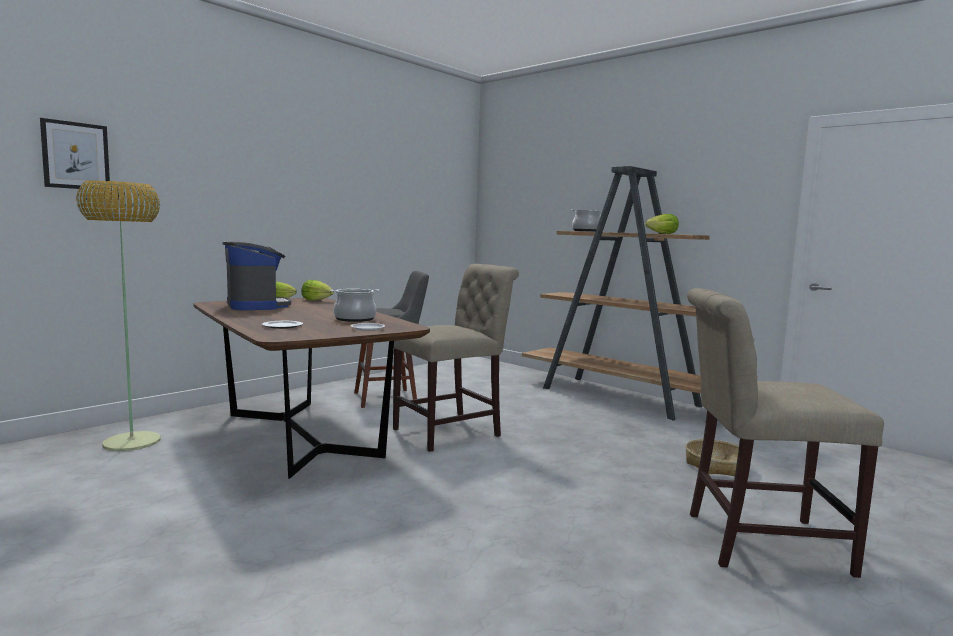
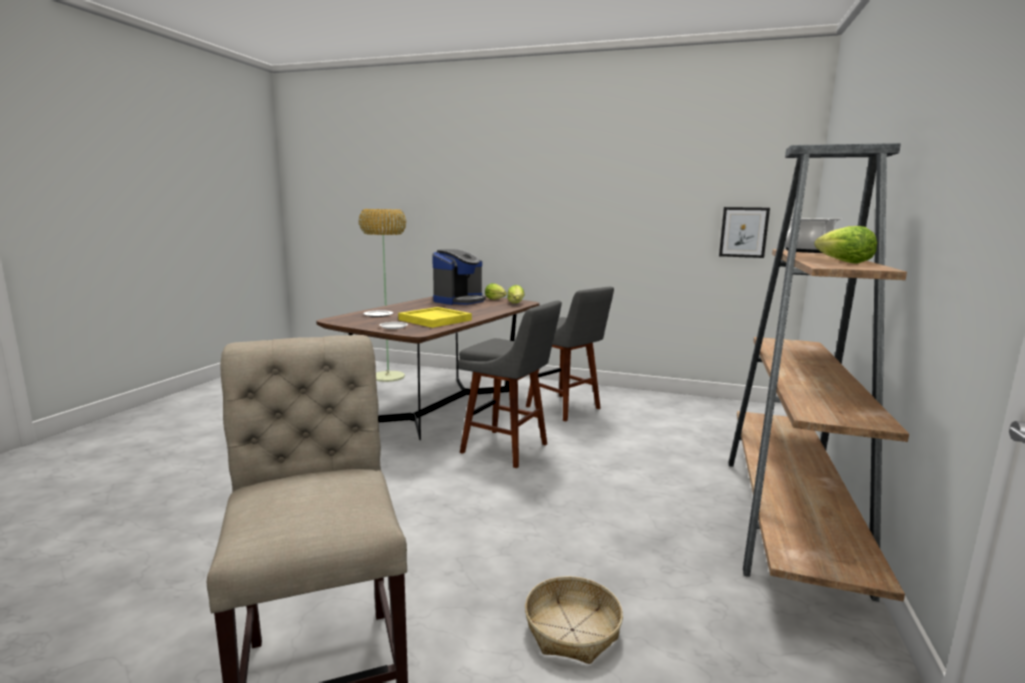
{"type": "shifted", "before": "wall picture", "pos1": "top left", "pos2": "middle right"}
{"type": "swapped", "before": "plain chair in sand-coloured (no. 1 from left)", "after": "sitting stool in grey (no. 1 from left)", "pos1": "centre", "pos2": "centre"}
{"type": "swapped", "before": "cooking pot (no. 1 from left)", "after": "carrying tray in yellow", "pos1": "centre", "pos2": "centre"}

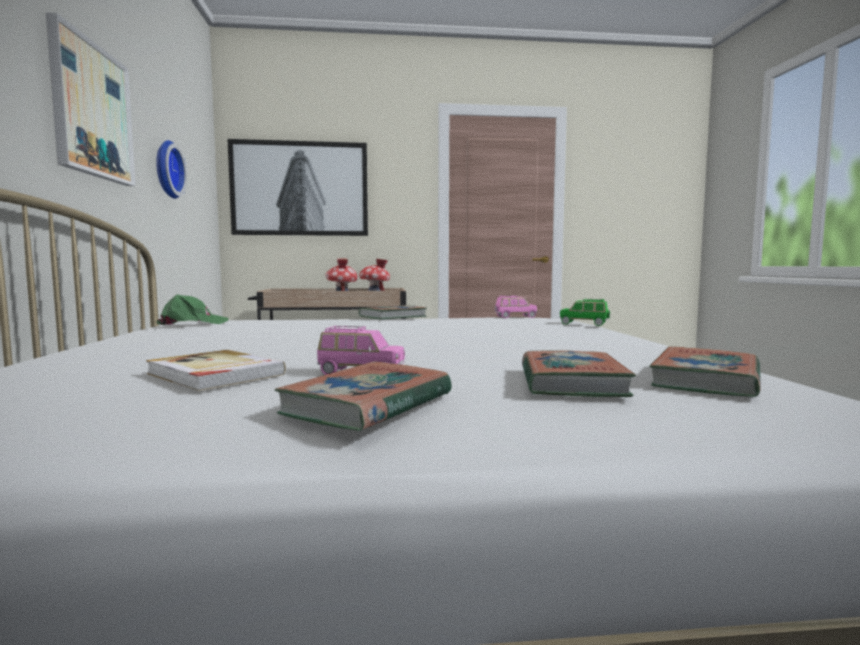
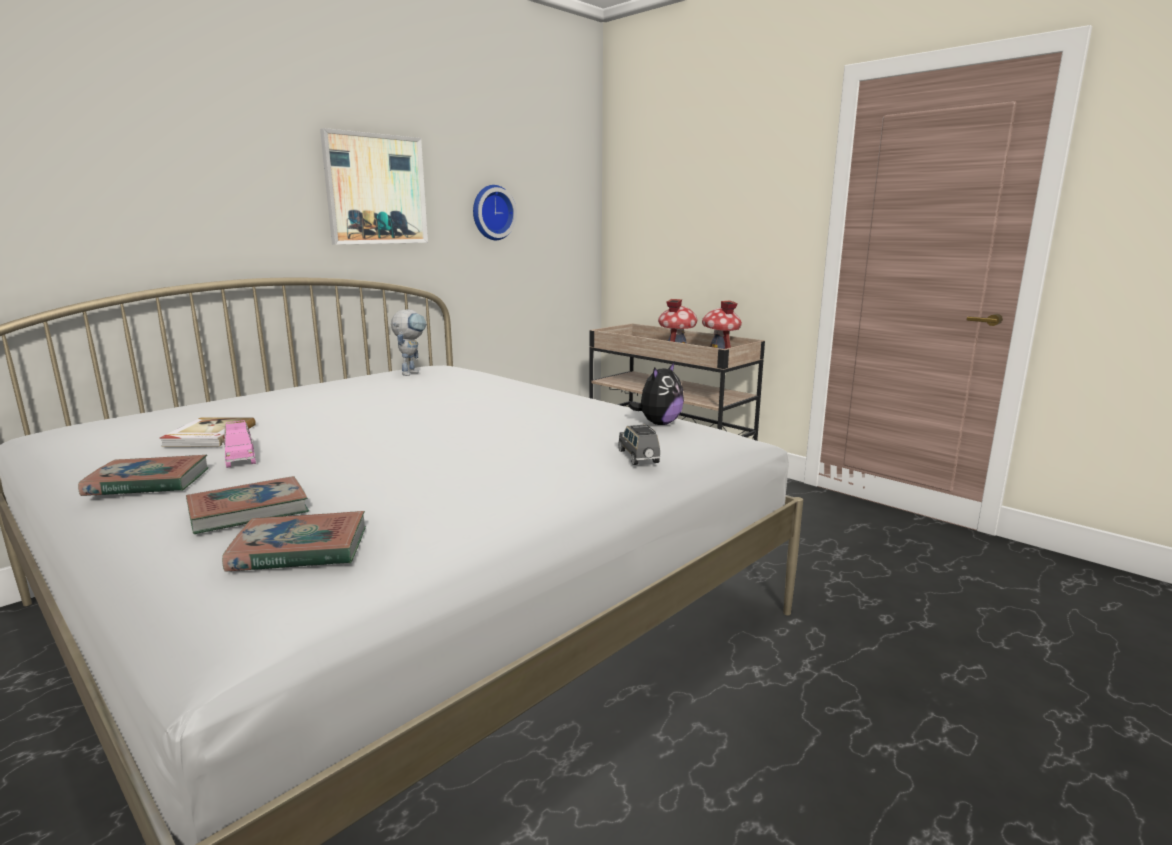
{"type": "gone", "before": "wall picture (no. 2 from left)", "pos1": "top centre"}
{"type": "swapped", "before": "baseball cap in greenish", "after": "robot figure", "pos1": "middle left", "pos2": "centre"}
{"type": "swapped", "before": "miniature car in pink-coloured (no. 2 from left)", "after": "cuddly toy", "pos1": "centre", "pos2": "centre"}
{"type": "repainted", "before": "miniature car in greenish", "after": "miniature car in grey", "pos1": "middle right", "pos2": "centre"}
{"type": "gone", "before": "volume (no. 3 from left)", "pos1": "centre"}

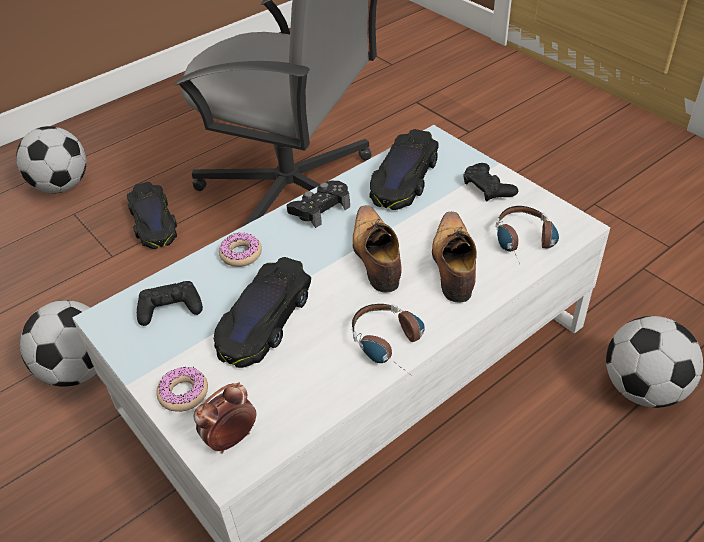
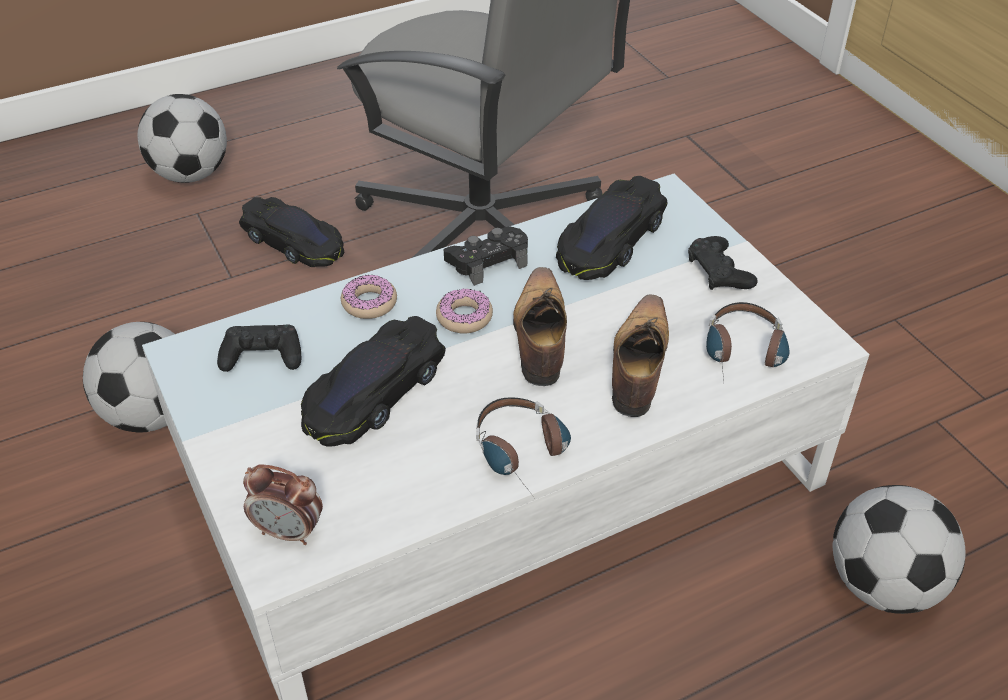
{"type": "rotated", "before": "miniature car in black-coloured (no. 1 from left)", "pos1": "middle left", "pos2": "top left", "turn": -45}
{"type": "shifted", "before": "donut (no. 1 from left in the first image)", "after": "donut (no. 2 from left)", "pos1": "bottom left", "pos2": "centre"}
{"type": "rotated", "before": "table clock", "pos1": "bottom left", "pos2": "bottom left", "turn": -135}

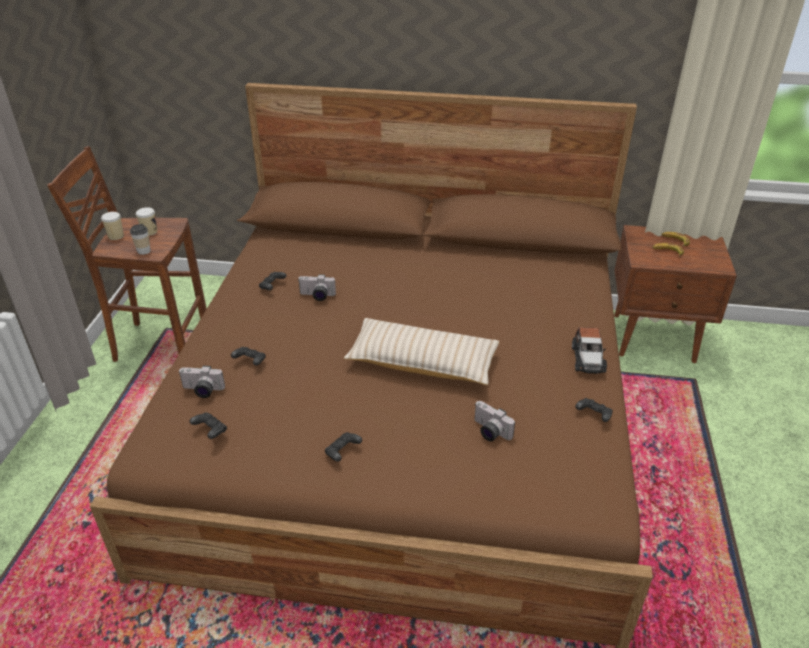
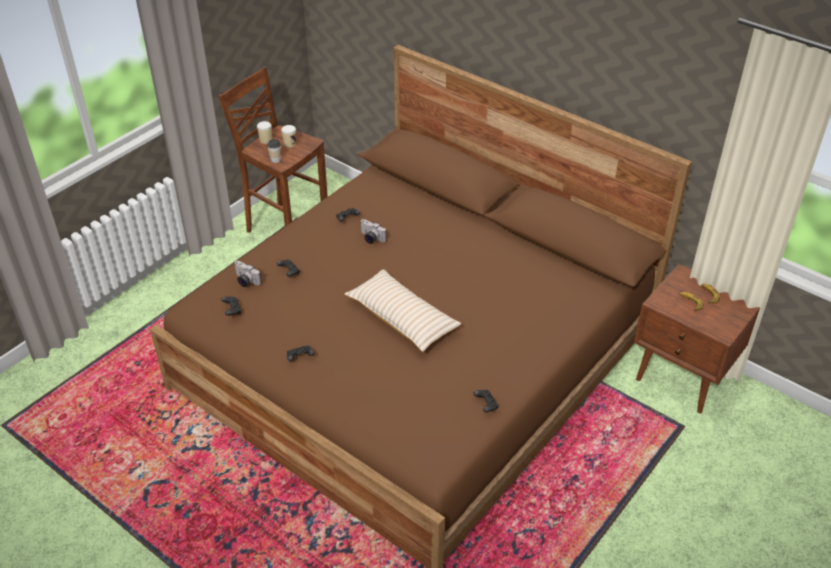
{"type": "gone", "before": "miniature car", "pos1": "middle right"}
{"type": "gone", "before": "still camera (no. 3 from left)", "pos1": "centre"}

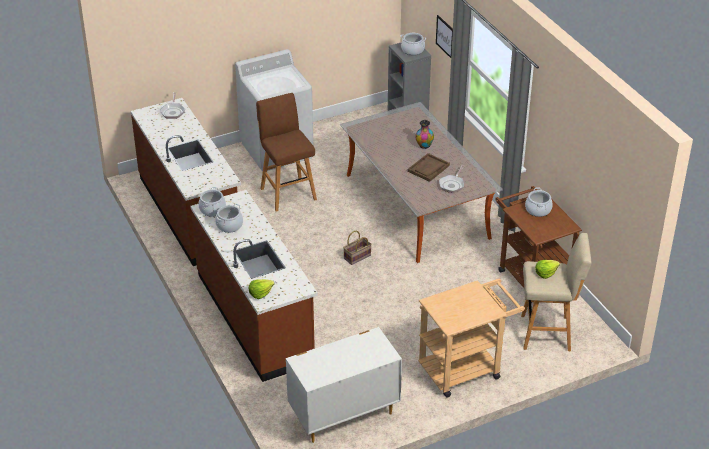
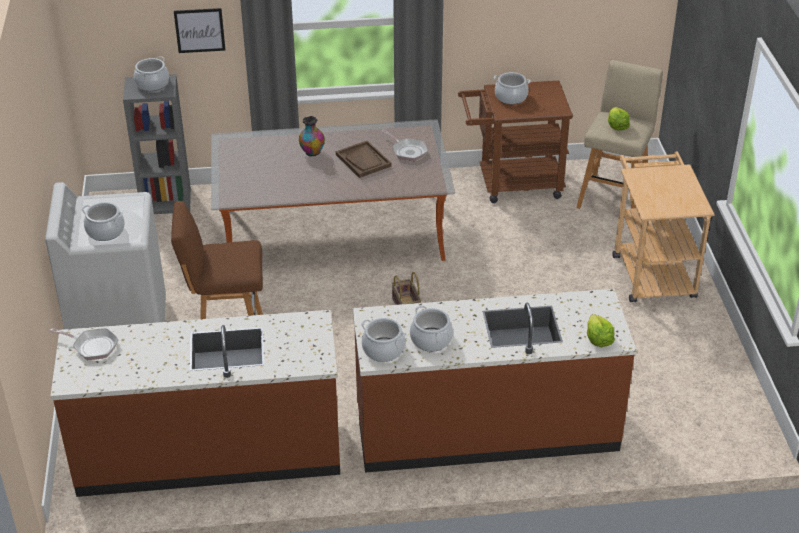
{"type": "gone", "before": "drawer chest in white", "pos1": "bottom centre"}
{"type": "new", "after": "cooking pot (no. 1 from left)", "pos2": "middle left"}

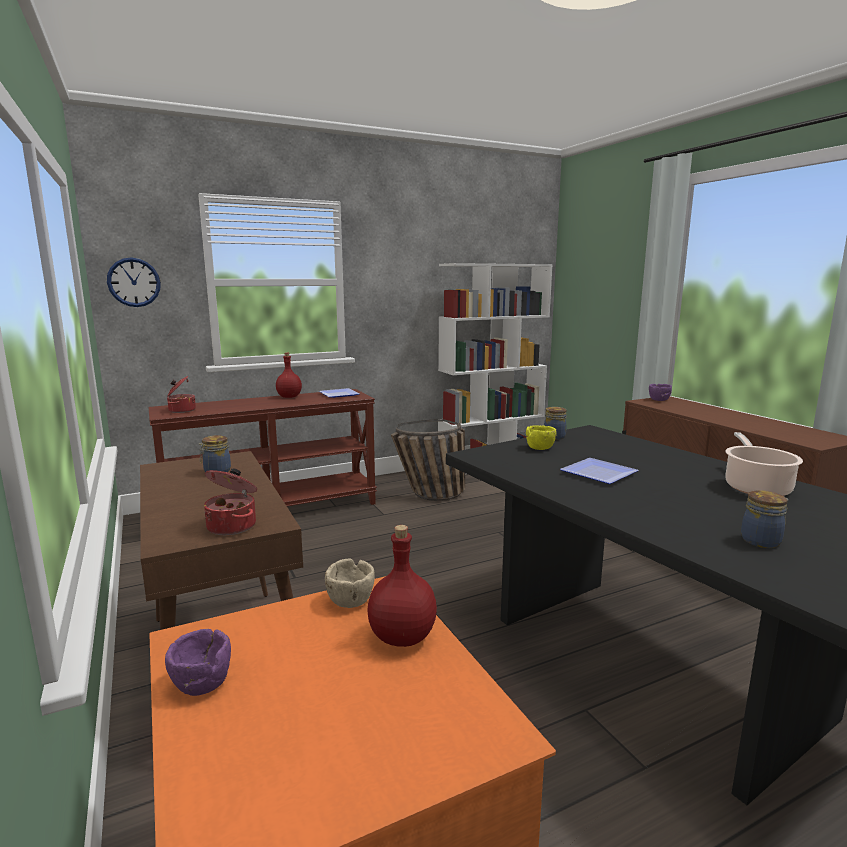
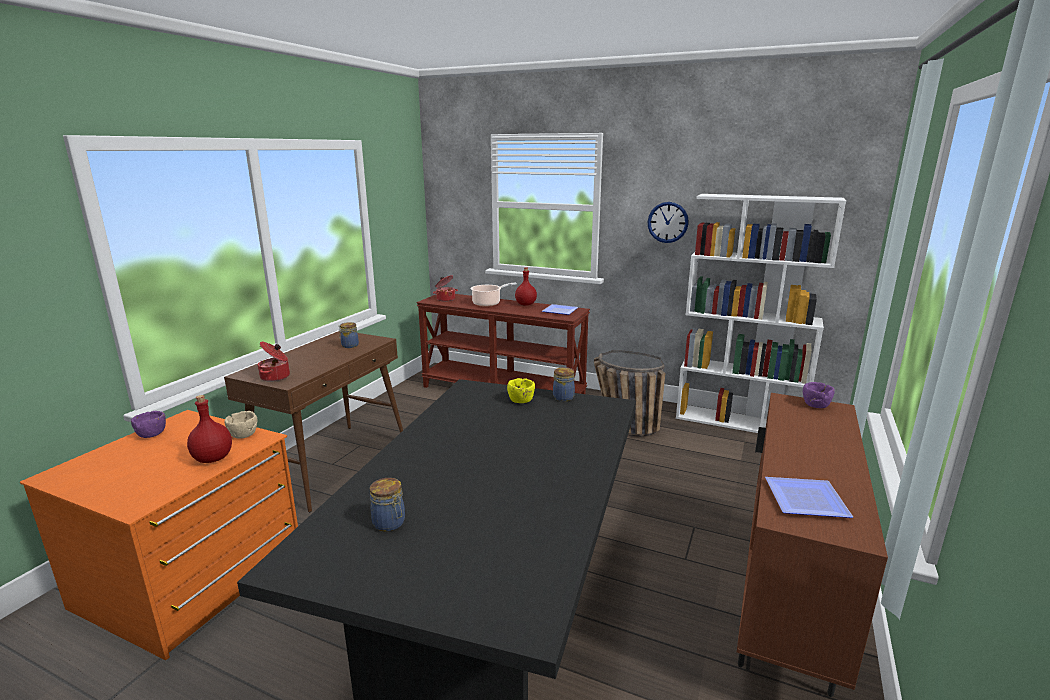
{"type": "shifted", "before": "wall clock", "pos1": "top left", "pos2": "top centre"}
{"type": "shifted", "before": "cooking pot (no. 3 from left)", "pos1": "middle right", "pos2": "centre"}
{"type": "shifted", "before": "plate (no. 2 from left)", "pos1": "middle right", "pos2": "bottom right"}

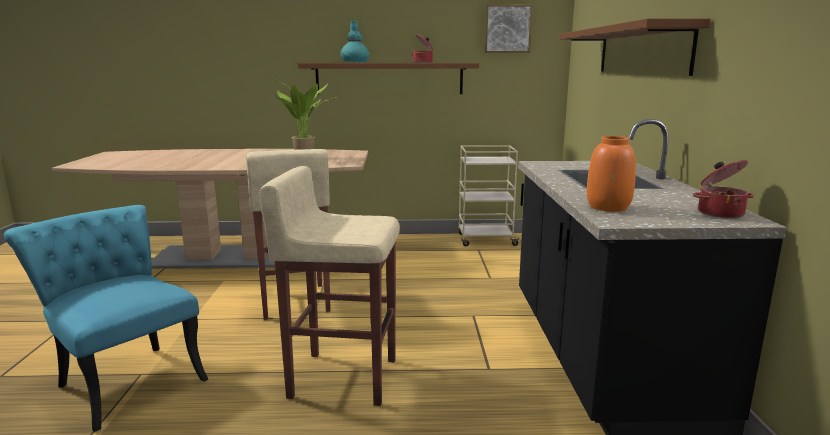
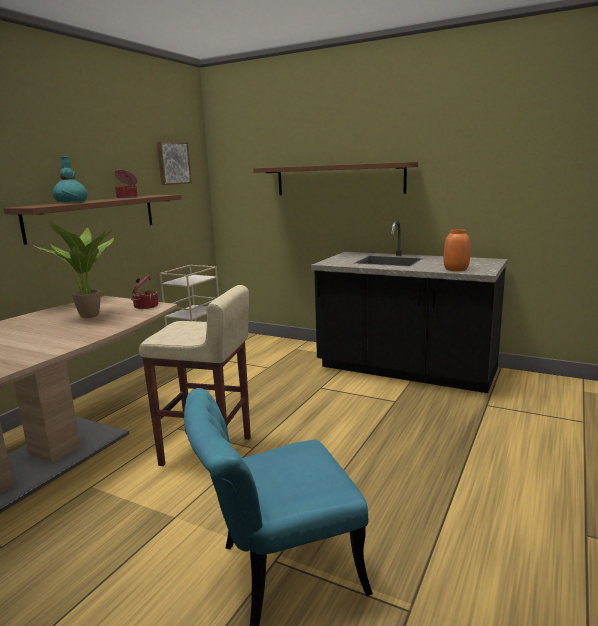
{"type": "shifted", "before": "cooking pot (no. 2 from left)", "pos1": "middle right", "pos2": "middle left"}
{"type": "gone", "before": "sitting stool in sand-coloured (no. 2 from left)", "pos1": "centre"}

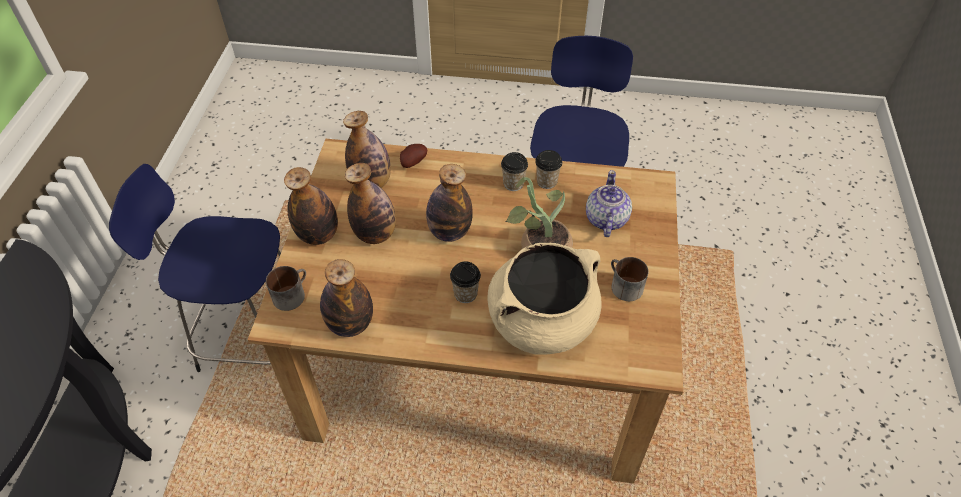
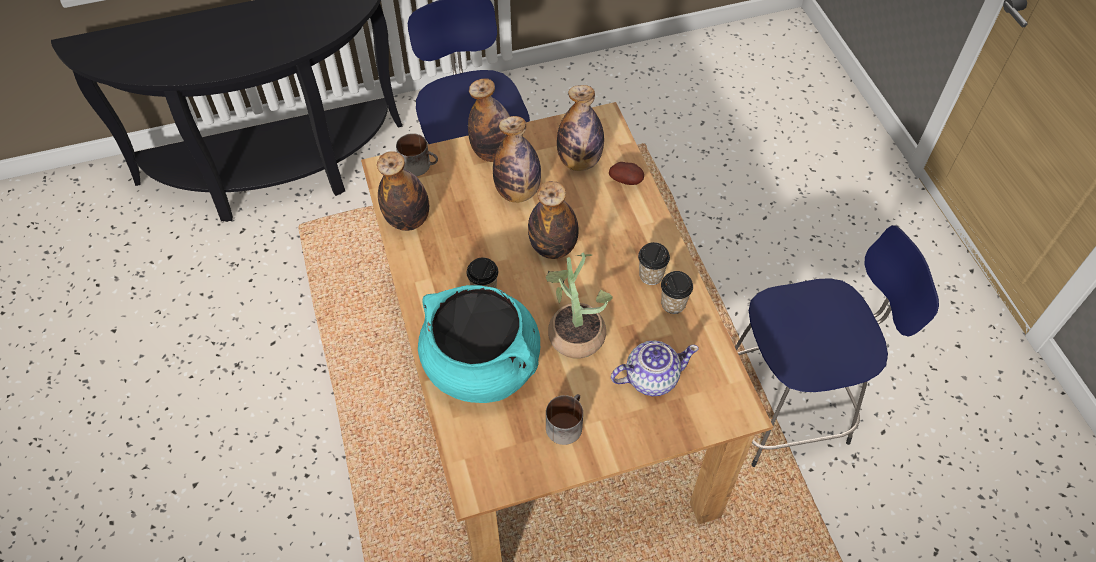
{"type": "repainted", "before": "cooking pot in sand-coloured", "after": "cooking pot in turquoise-coloured", "pos1": "centre", "pos2": "centre"}

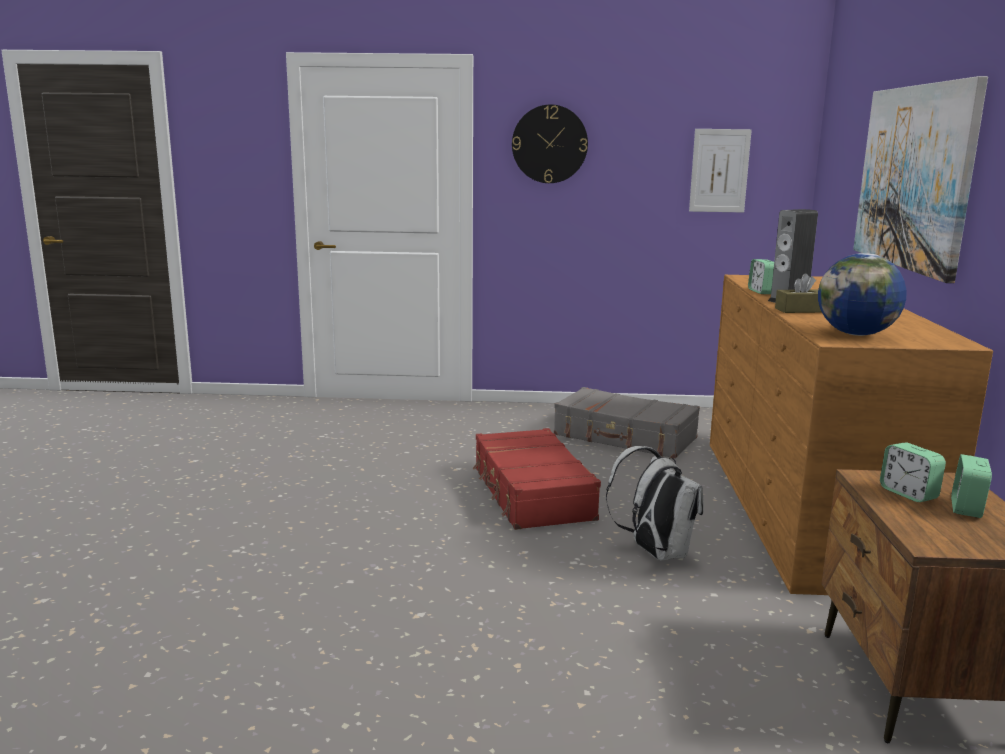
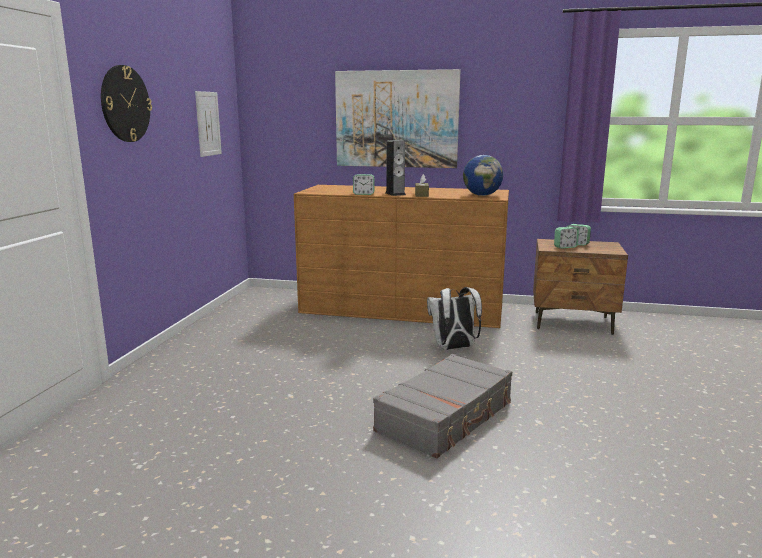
{"type": "shifted", "before": "piece of luggage in grey", "pos1": "centre", "pos2": "bottom centre"}
{"type": "gone", "before": "piece of luggage in reddish", "pos1": "centre"}

